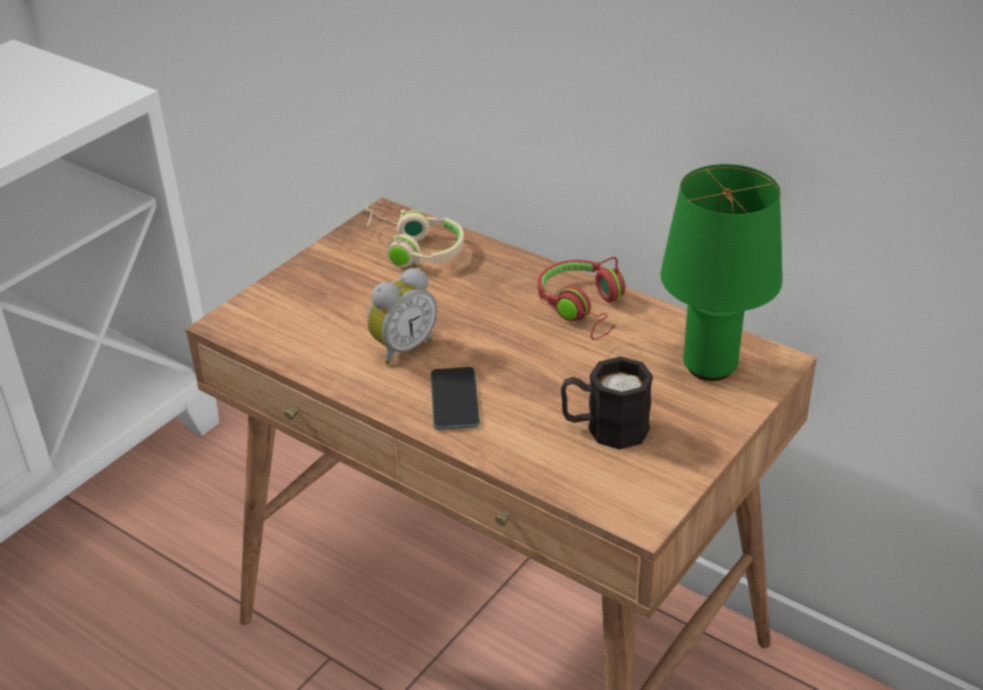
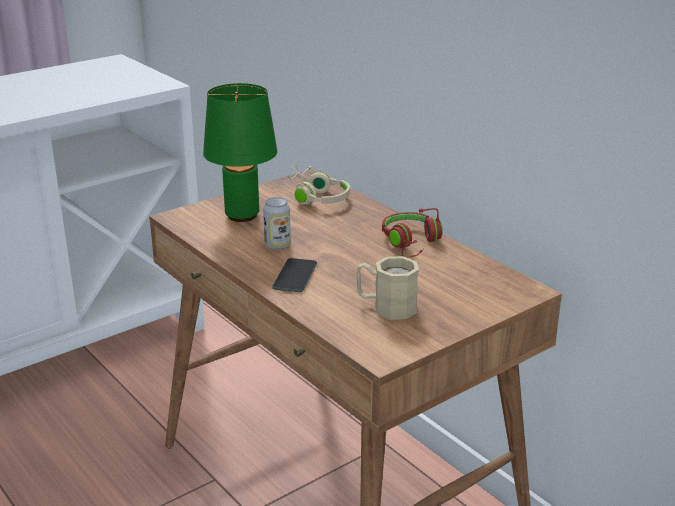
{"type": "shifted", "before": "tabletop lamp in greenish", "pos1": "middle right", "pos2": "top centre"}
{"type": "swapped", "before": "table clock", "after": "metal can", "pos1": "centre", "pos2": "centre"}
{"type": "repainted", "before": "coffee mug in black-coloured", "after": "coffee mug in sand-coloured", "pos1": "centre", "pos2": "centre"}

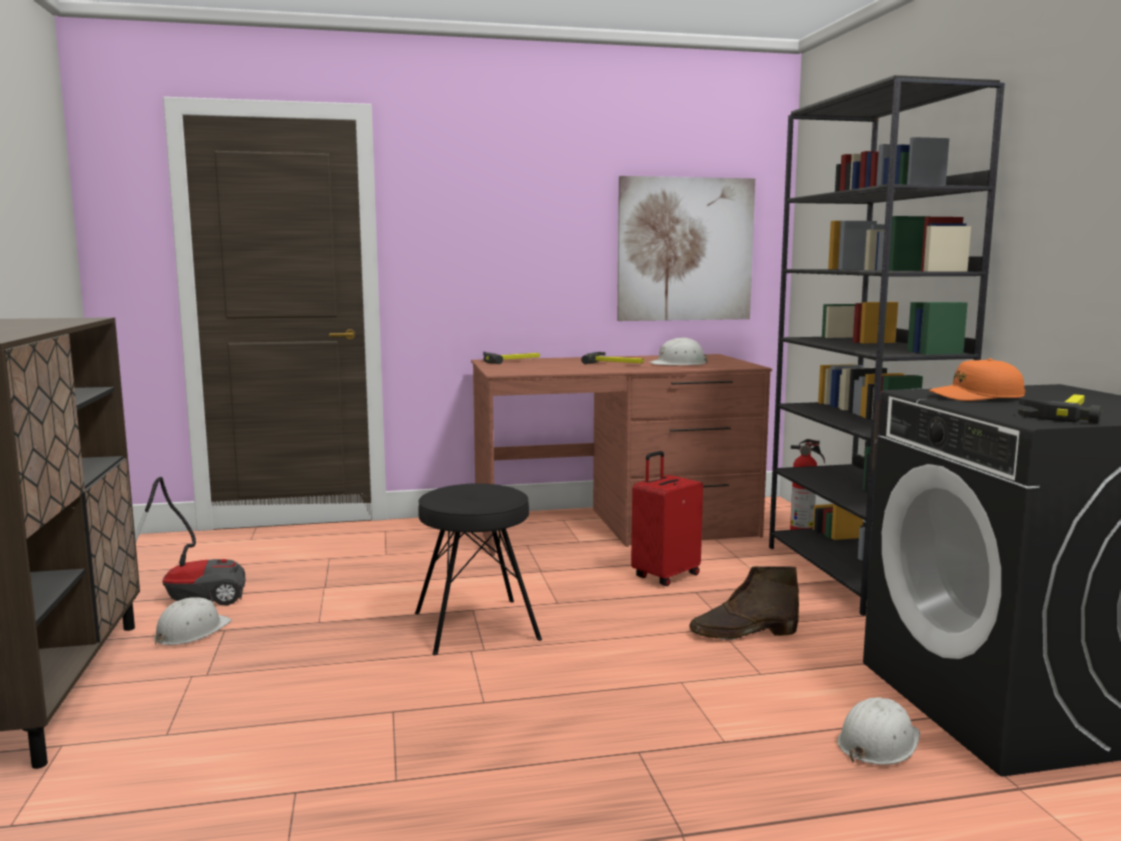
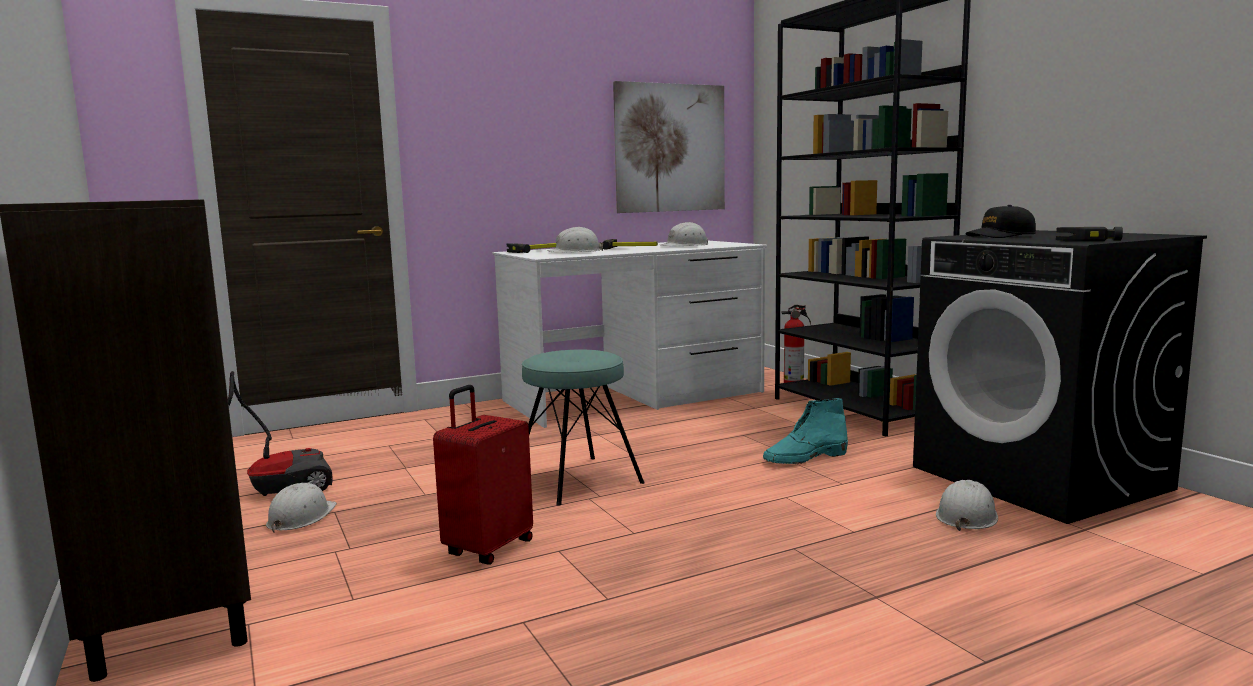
{"type": "repainted", "before": "desk table in brown-coloured", "after": "desk table in white", "pos1": "centre", "pos2": "centre"}
{"type": "repainted", "before": "baseball cap in orange-coloured", "after": "baseball cap in black-coloured", "pos1": "middle right", "pos2": "top right"}
{"type": "shifted", "before": "piece of luggage in reddish", "pos1": "centre", "pos2": "bottom centre"}
{"type": "repainted", "before": "sitting stool in black-coloured", "after": "sitting stool in turquoise-coloured", "pos1": "bottom centre", "pos2": "centre"}
{"type": "repainted", "before": "boot in brown-coloured", "after": "boot in turquoise-coloured", "pos1": "bottom centre", "pos2": "centre"}
{"type": "new", "after": "safety helmet in white (no. 2 from left)", "pos2": "centre"}

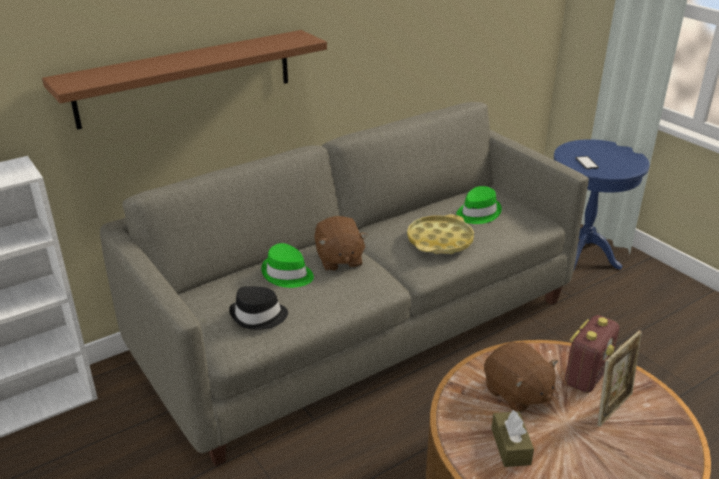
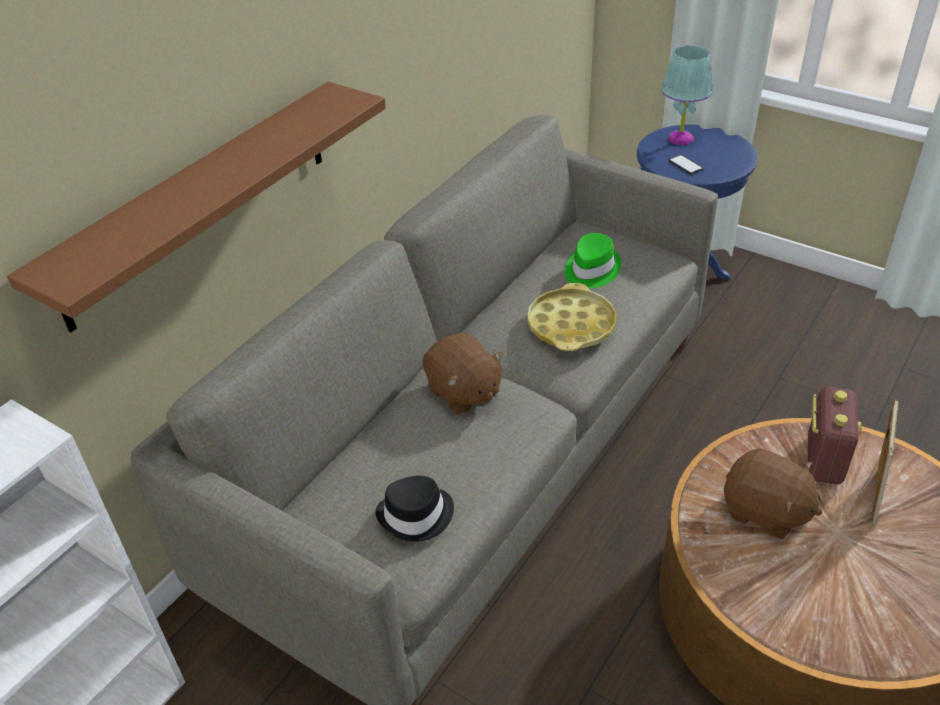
{"type": "gone", "before": "wearable hat in greenish (no. 1 from left)", "pos1": "centre"}
{"type": "gone", "before": "tissue holder in brown-coloured", "pos1": "bottom right"}
{"type": "new", "after": "tabletop lamp in turquoise-coloured", "pos2": "top right"}

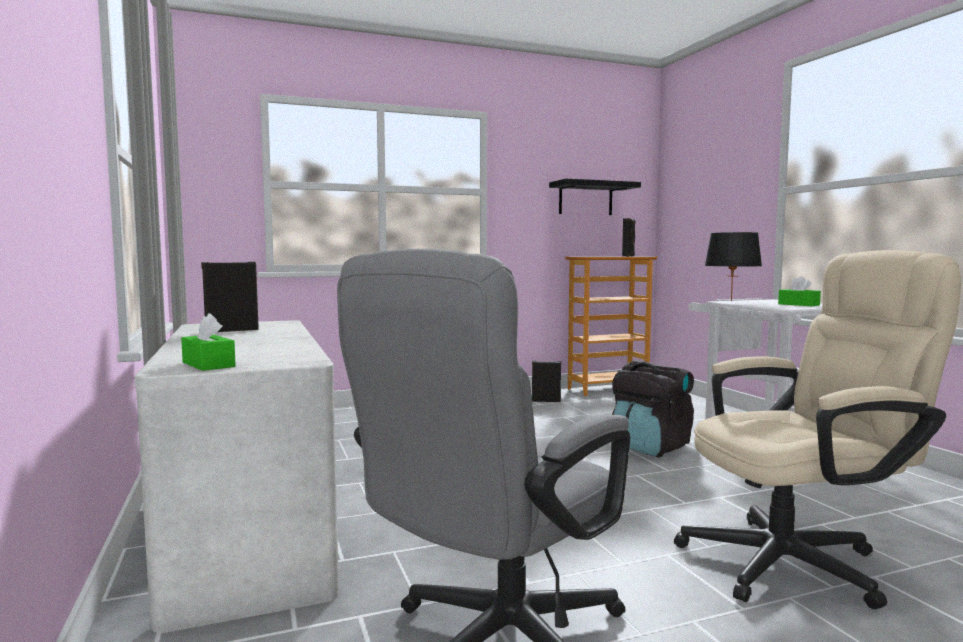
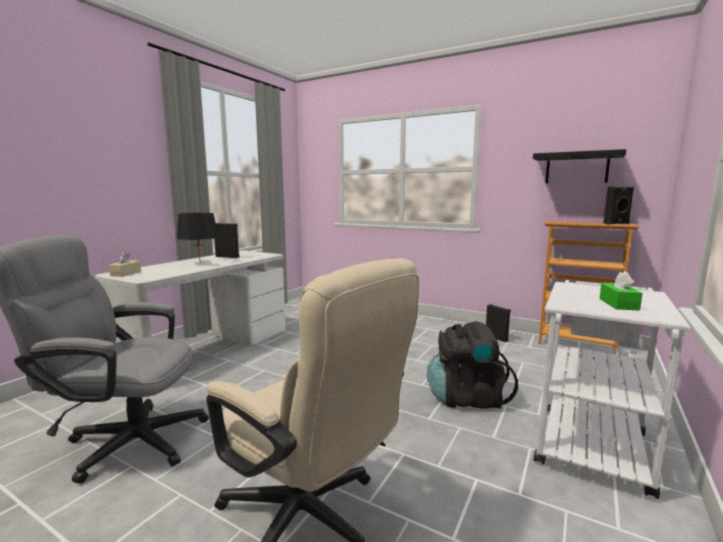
{"type": "shifted", "before": "tabletop lamp in black-coloured", "pos1": "middle right", "pos2": "middle left"}
{"type": "repainted", "before": "tissue holder in greenish (no. 1 from left)", "after": "tissue holder in sand-coloured", "pos1": "middle left", "pos2": "middle left"}

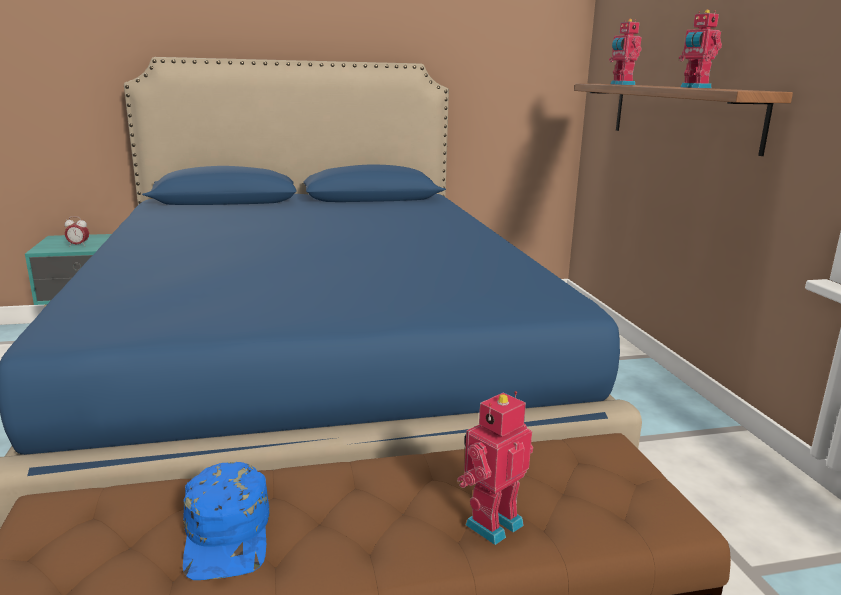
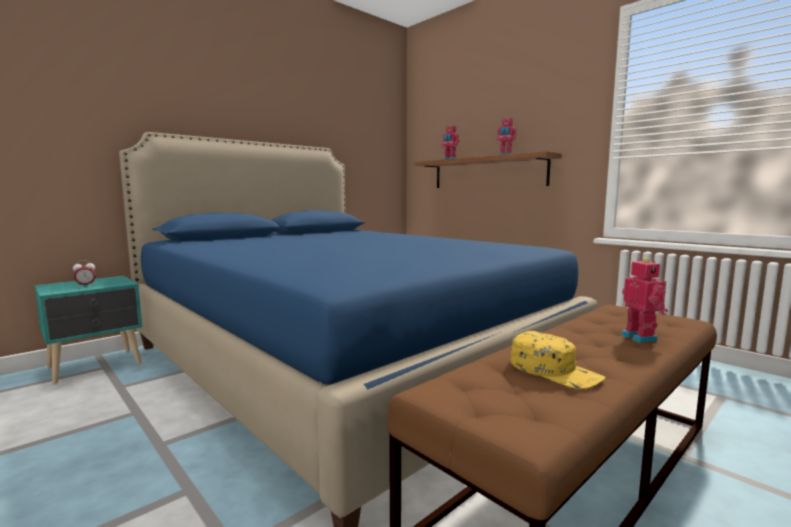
{"type": "rotated", "before": "robot figure (no. 1 from left in the first image)", "pos1": "bottom centre", "pos2": "middle right", "turn": 150}
{"type": "repainted", "before": "baseball cap in bluish", "after": "baseball cap in yellow", "pos1": "bottom left", "pos2": "bottom right"}

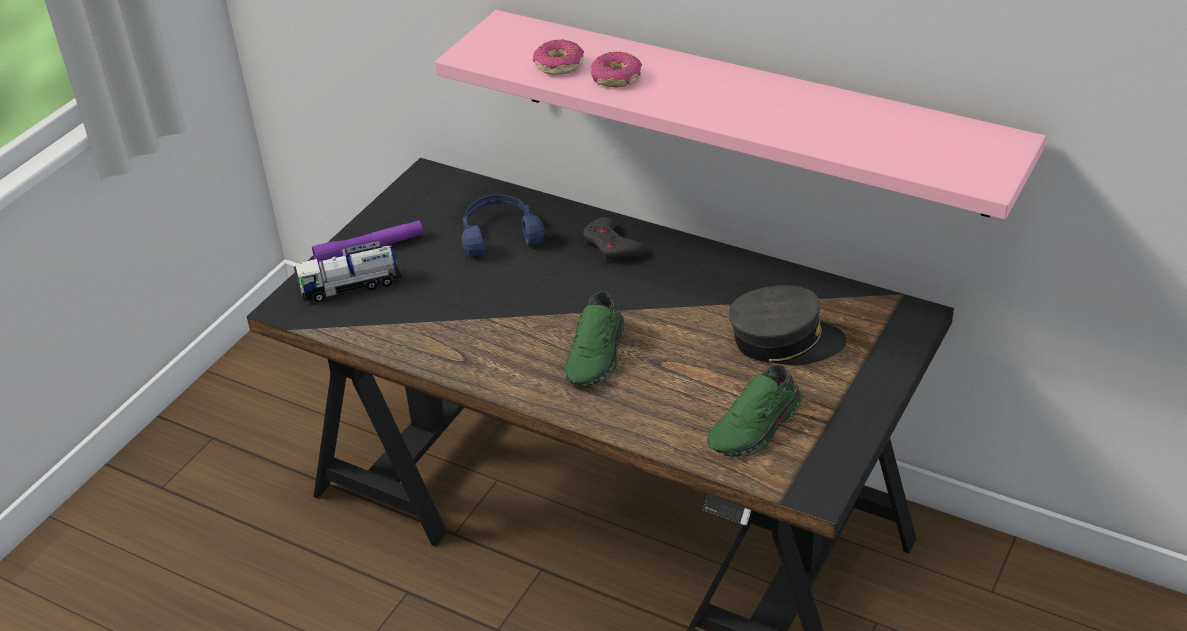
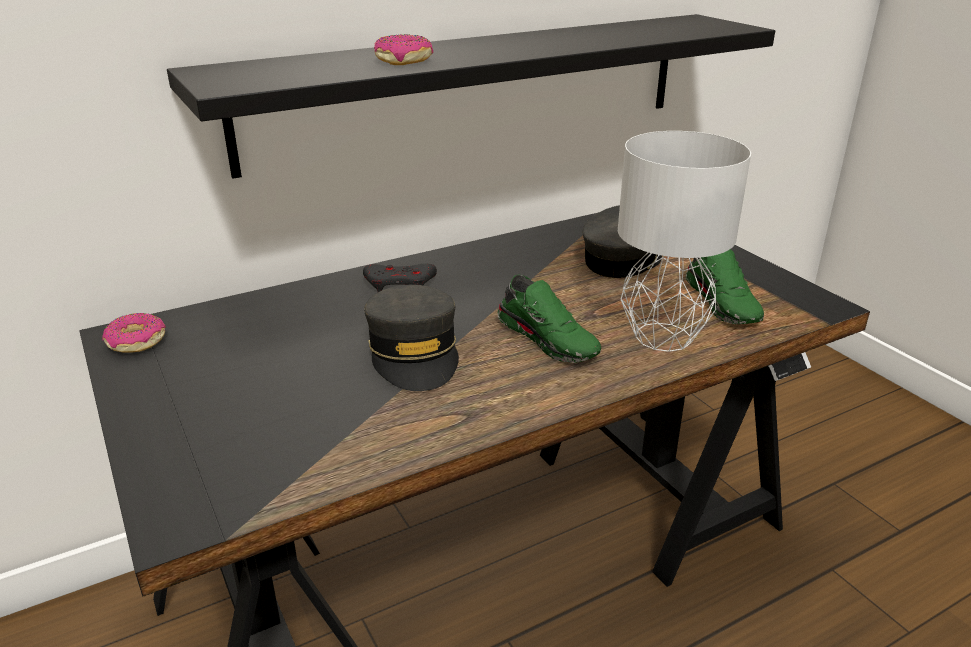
{"type": "repainted", "before": "wall shelf in pink-coloured", "after": "wall shelf in black-coloured", "pos1": "top centre", "pos2": "top centre"}
{"type": "shifted", "before": "donut (no. 1 from left)", "pos1": "top centre", "pos2": "middle left"}
{"type": "gone", "before": "headphones in bluish", "pos1": "centre"}
{"type": "gone", "before": "flashlight in purple-coloured", "pos1": "middle left"}
{"type": "gone", "before": "toy lorry", "pos1": "middle left"}
{"type": "new", "after": "tabletop lamp in grey", "pos2": "middle right"}
{"type": "new", "after": "baseball cap in grey (no. 1 from left)", "pos2": "centre"}

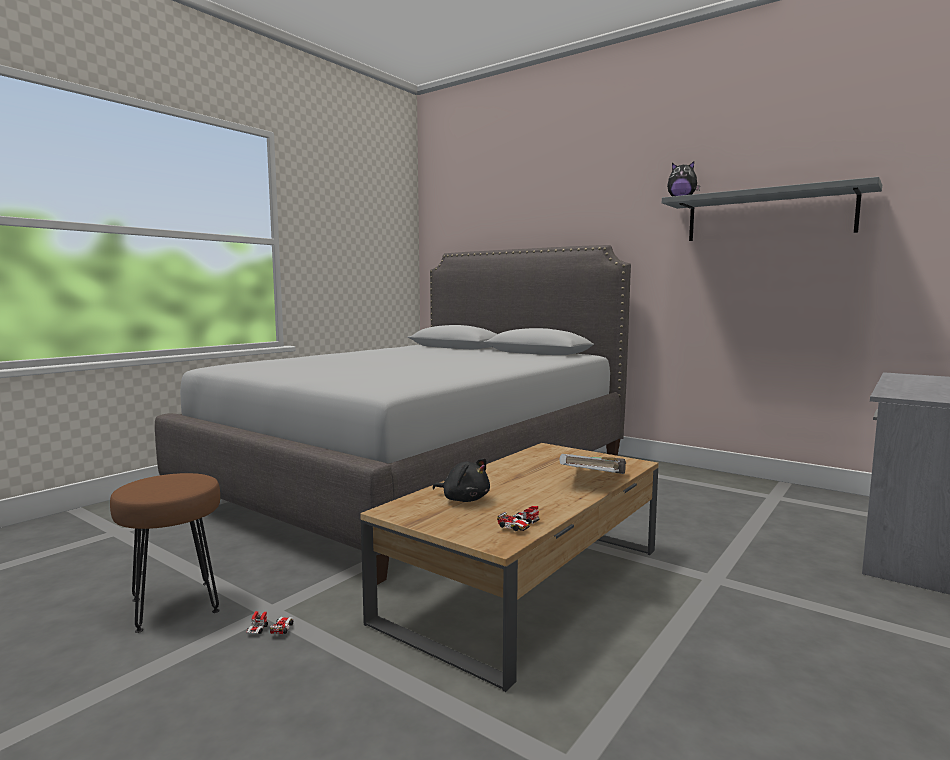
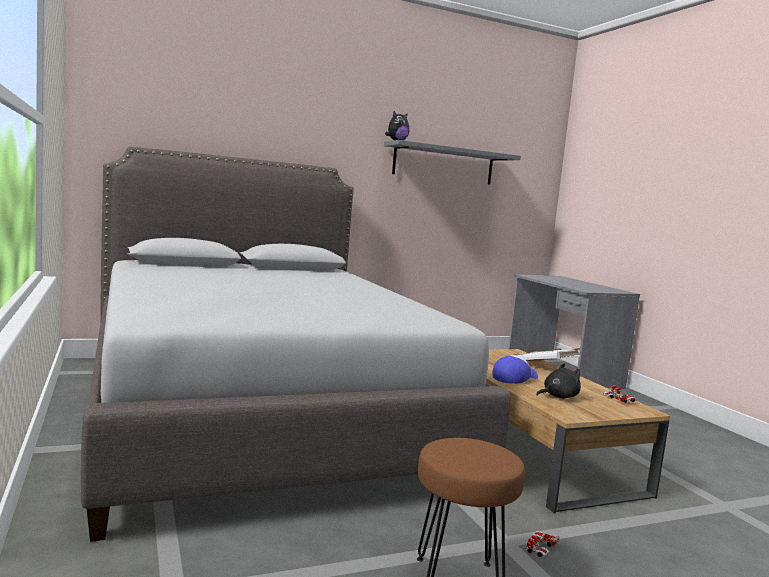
{"type": "new", "after": "baseball cap", "pos2": "middle right"}

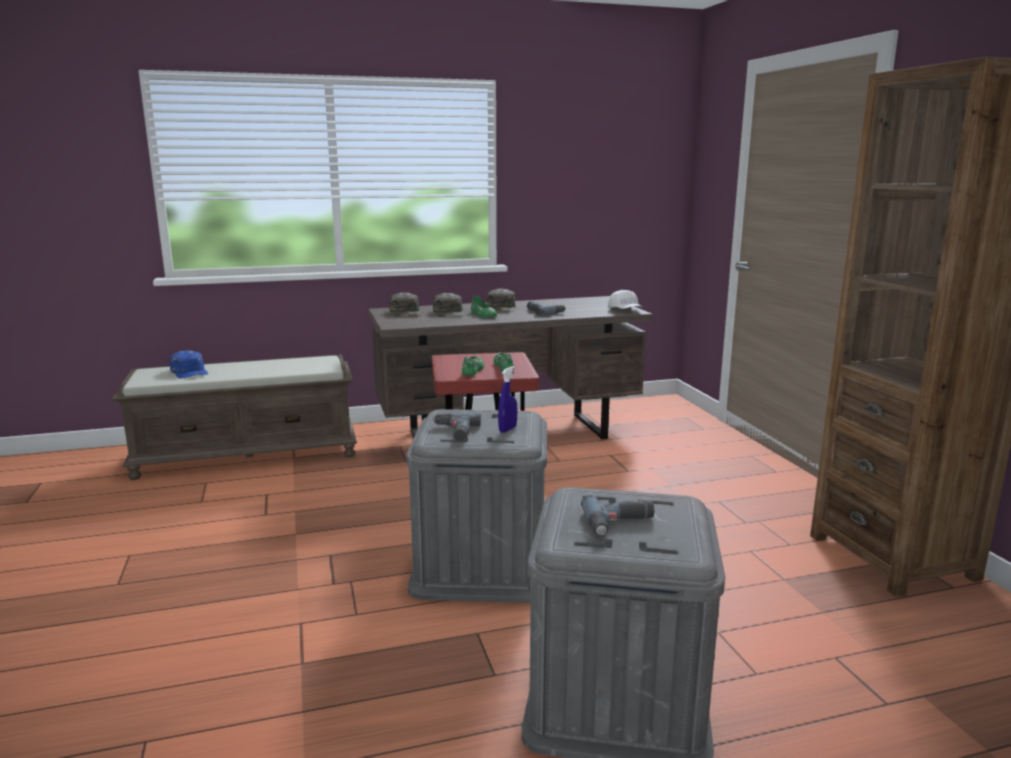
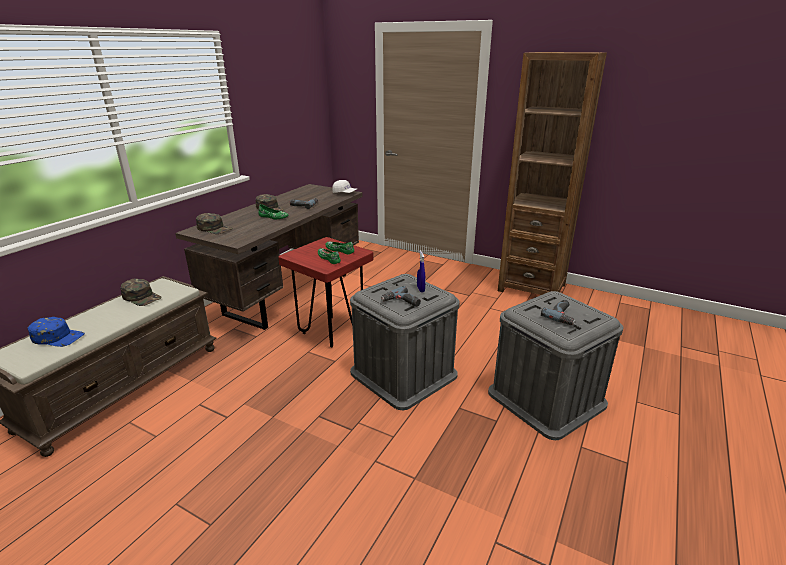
{"type": "shifted", "before": "baseball cap in greenish (no. 2 from left in the first image)", "after": "baseball cap in greenish (no. 1 from left)", "pos1": "centre", "pos2": "middle left"}

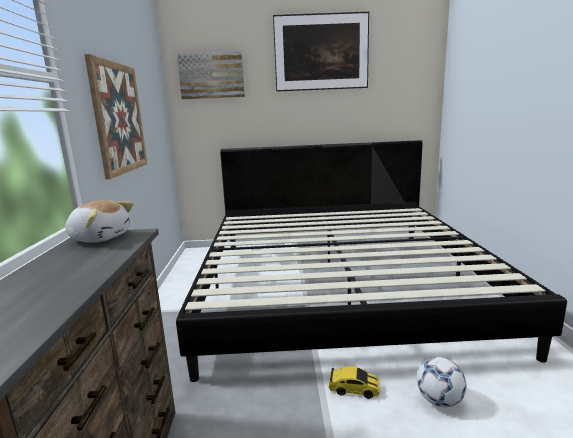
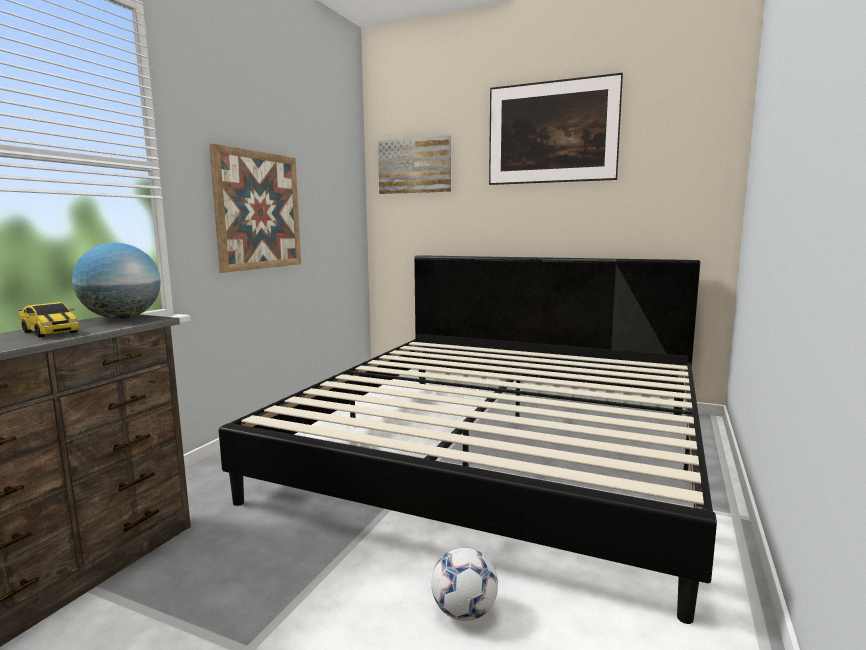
{"type": "swapped", "before": "cuddly toy", "after": "desk globe", "pos1": "middle left", "pos2": "middle left"}
{"type": "shifted", "before": "miniature car", "pos1": "bottom centre", "pos2": "middle left"}

